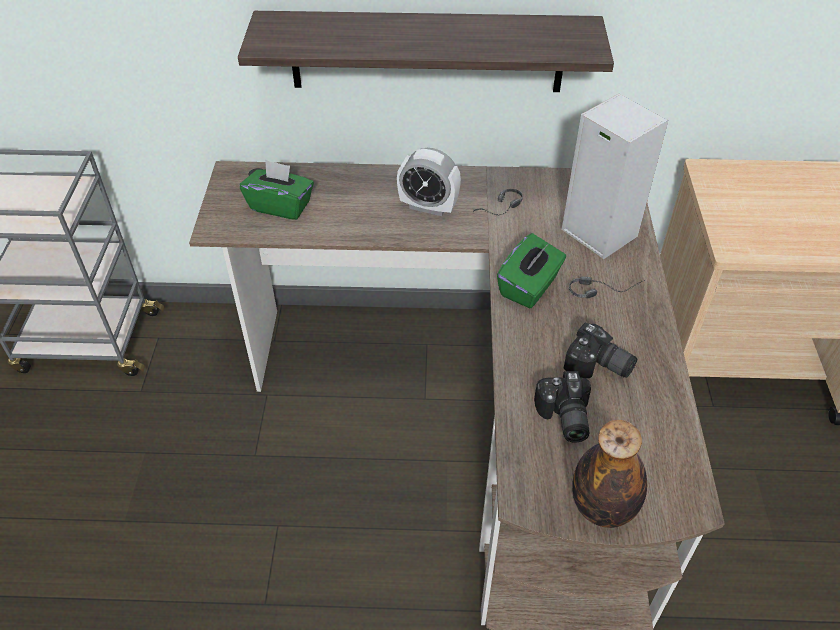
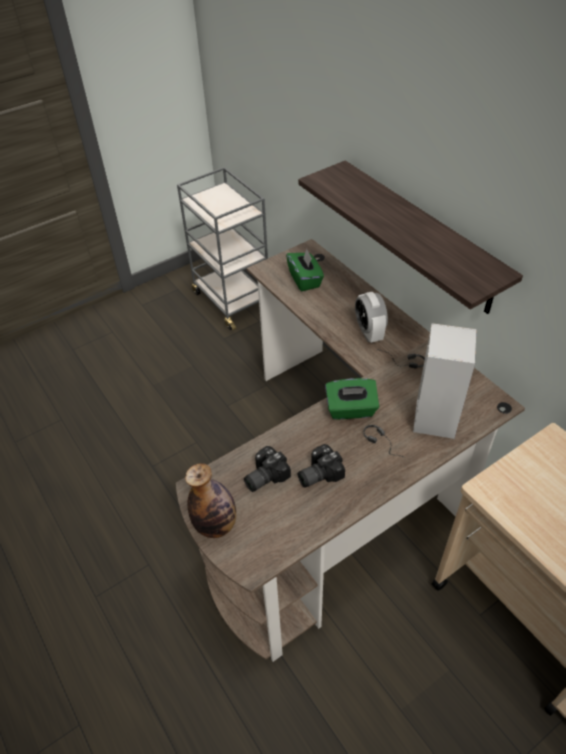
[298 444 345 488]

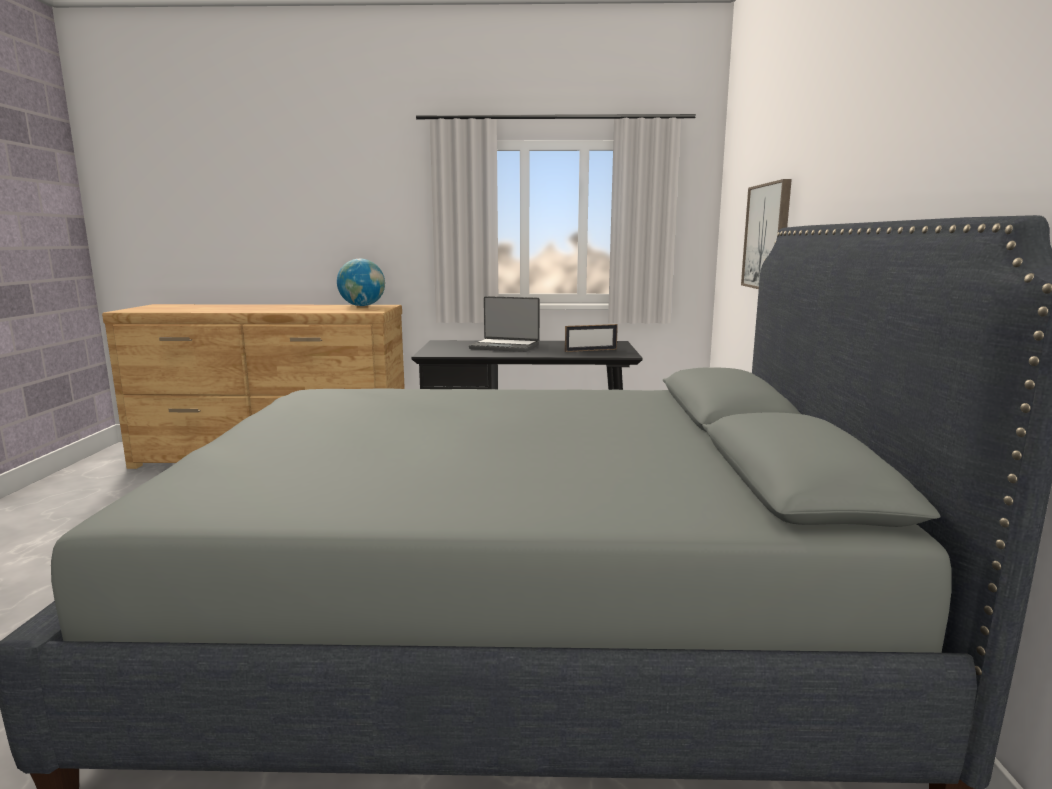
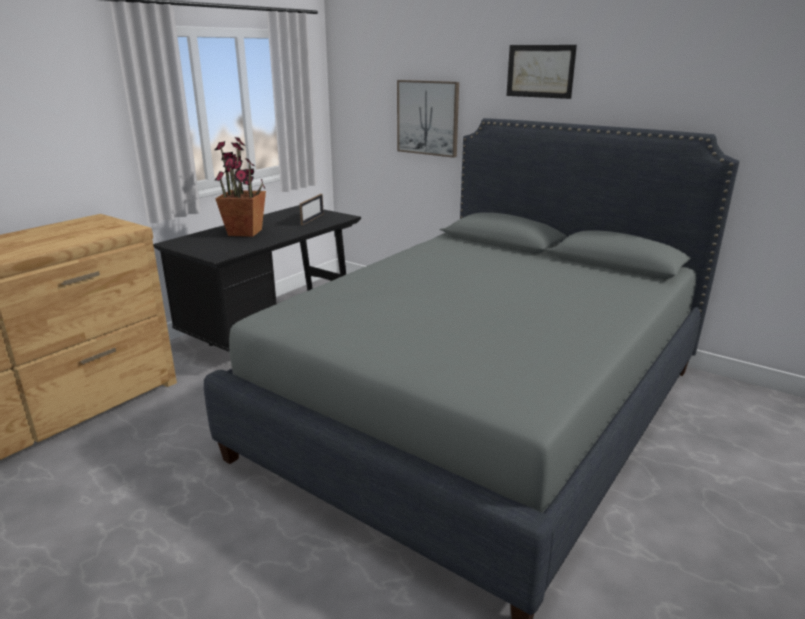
[337 259 385 306] (first image)
[506 45 577 99]
[215 137 266 237]

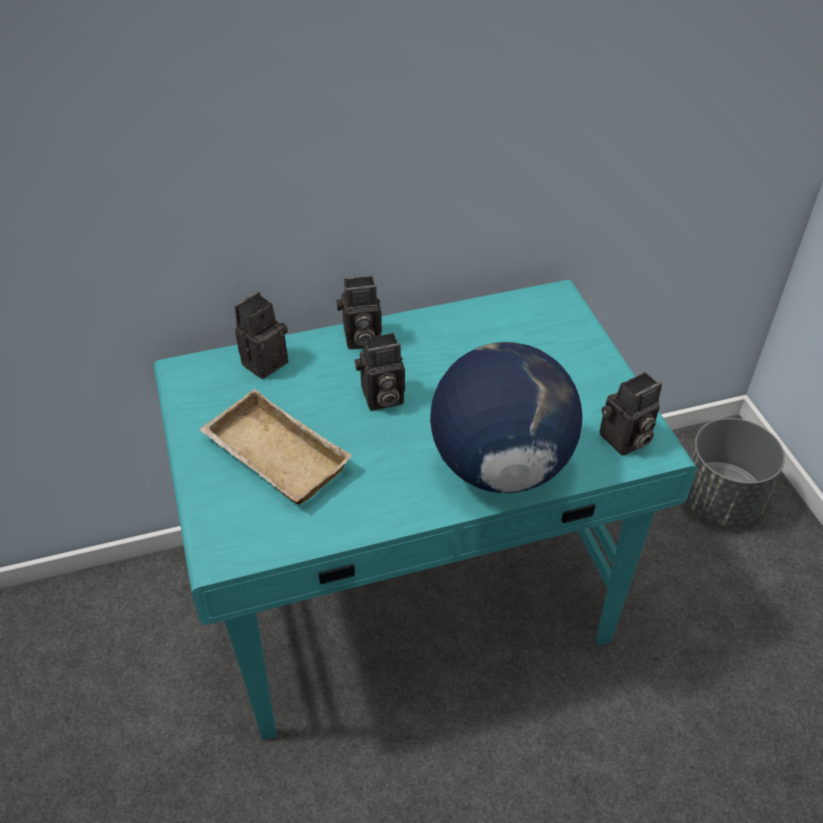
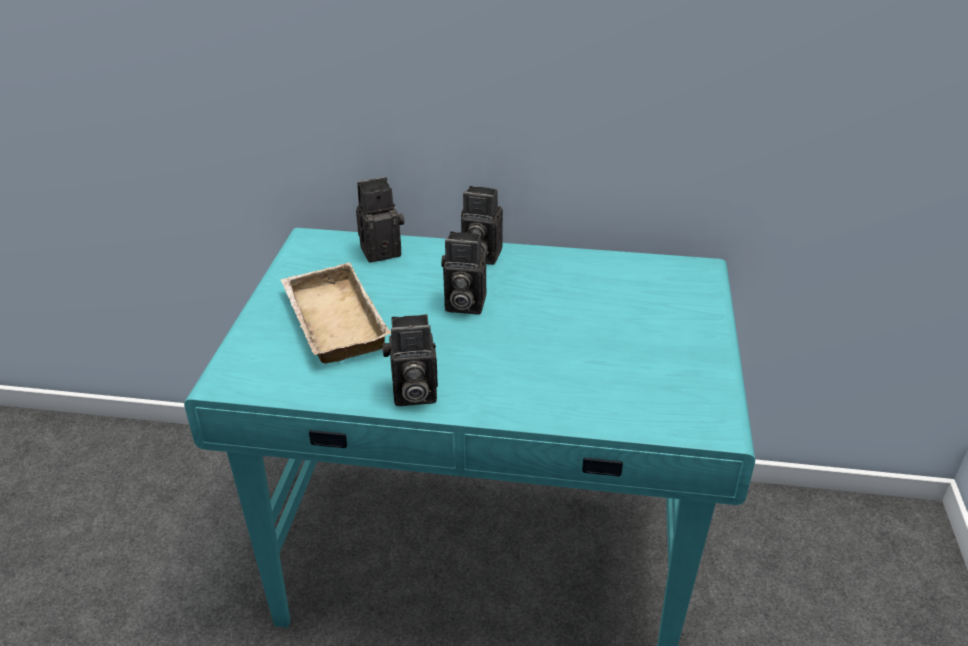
[430 342 582 493] (first image)
[685 418 785 527] (first image)
[382 314 438 406]

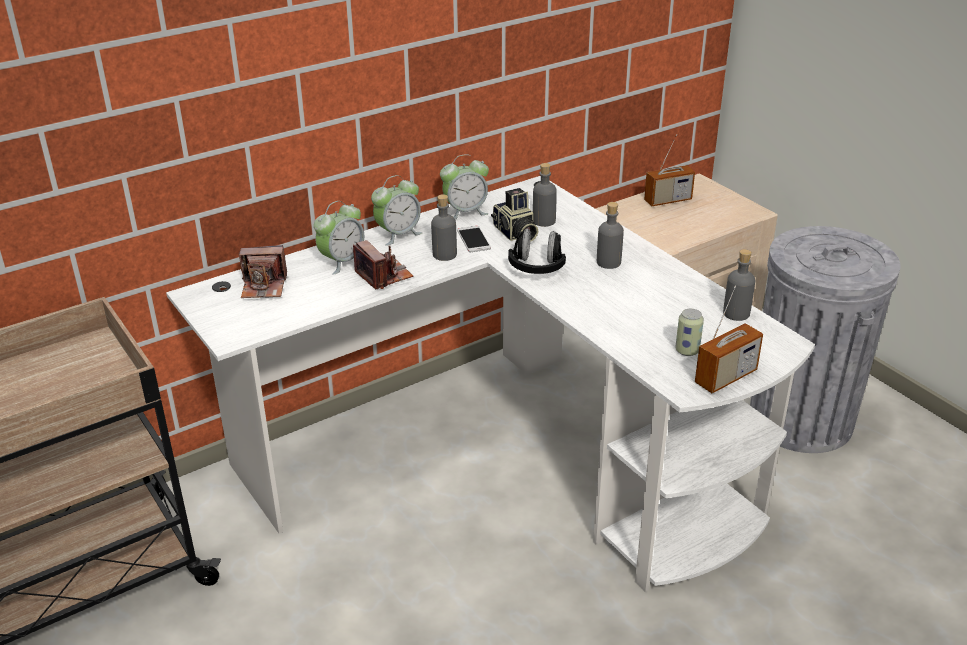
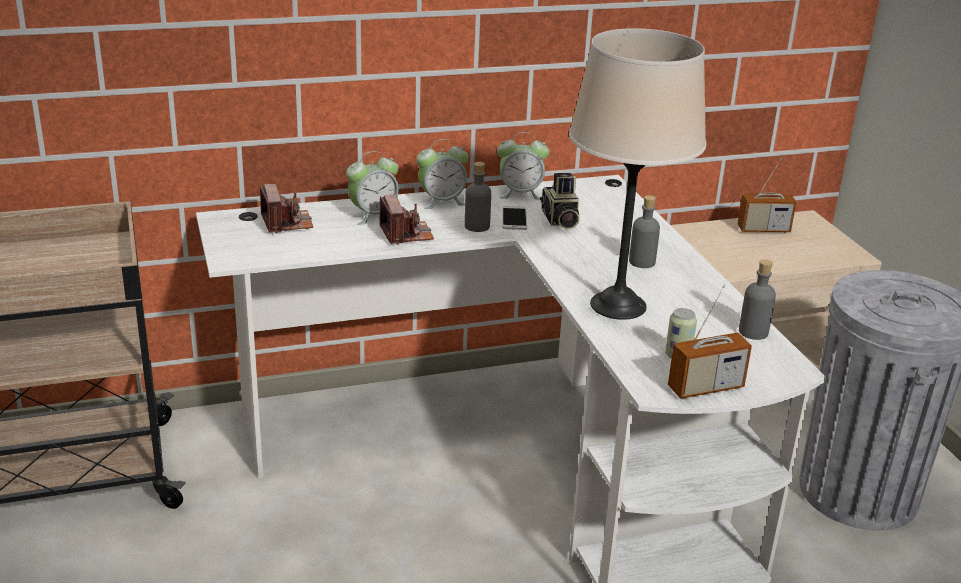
[508 229 566 274] (first image)
[533 163 557 227] (first image)
[569 28 706 320]
[260 184 313 233]

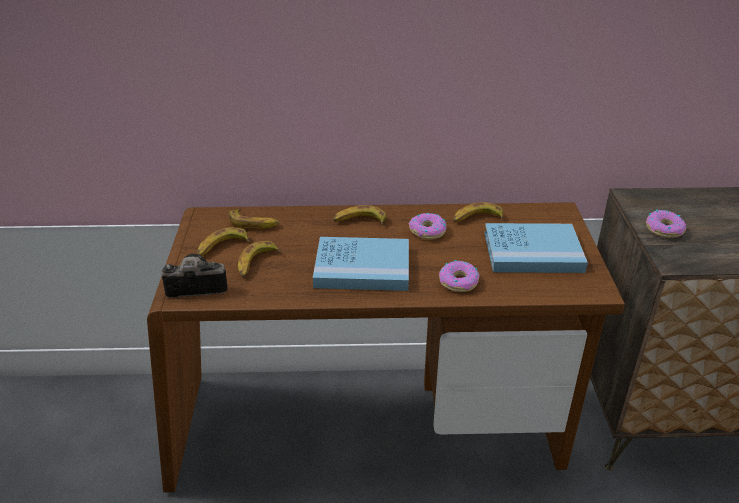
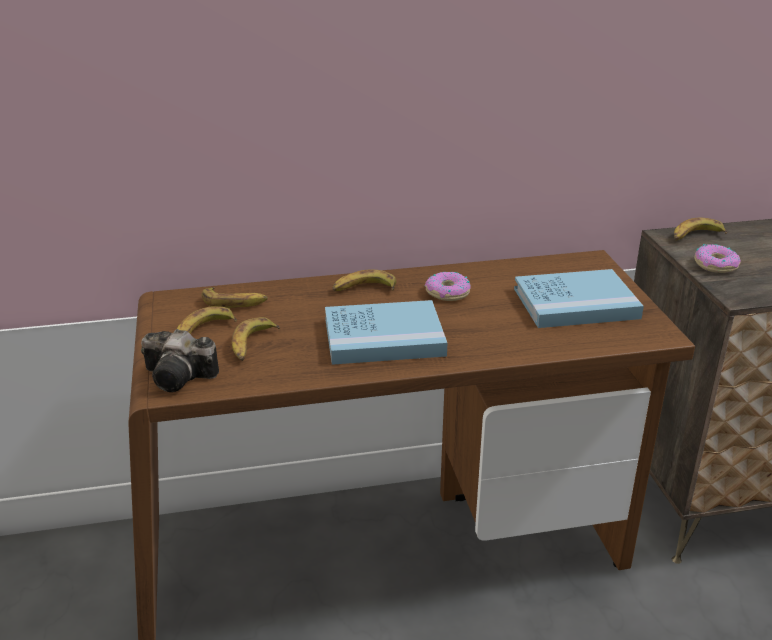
[439 260 480 292] (first image)
[674 218 727 241]
[141 329 219 392]

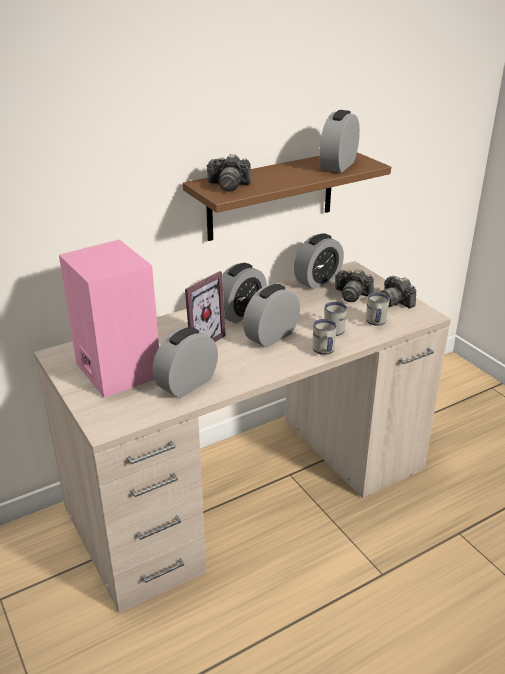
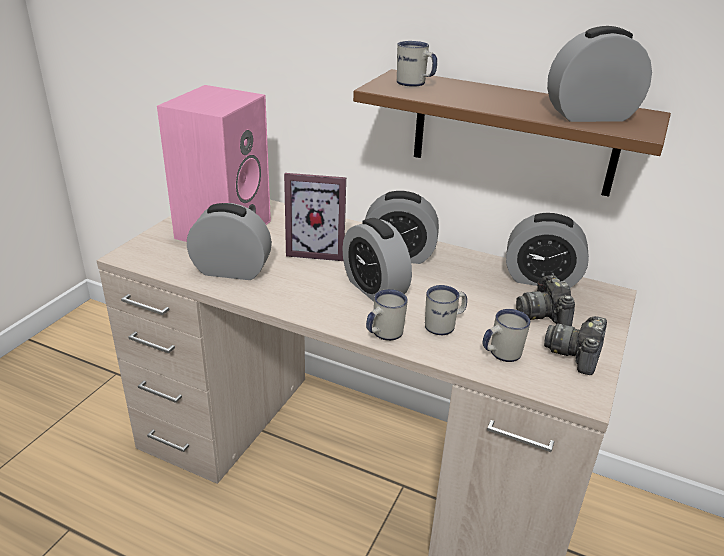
[397 41 437 87]
[342 218 412 302]

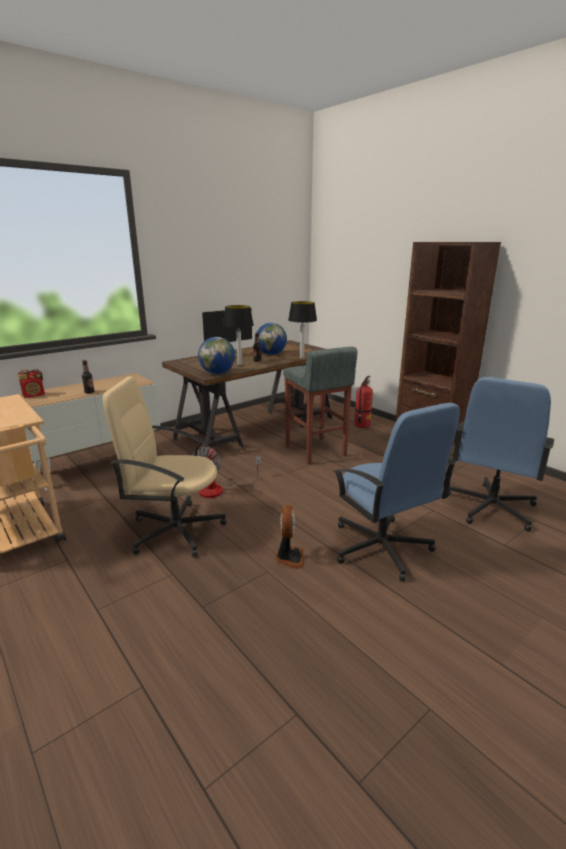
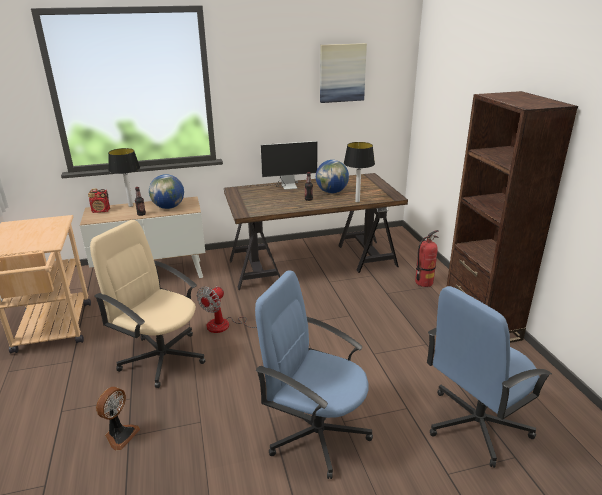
[283 347 357 465] (first image)
[320 43 367 103]
[149 174 184 209]
[108 148 140 207]
[96 387 140 451]
[255 270 373 479]

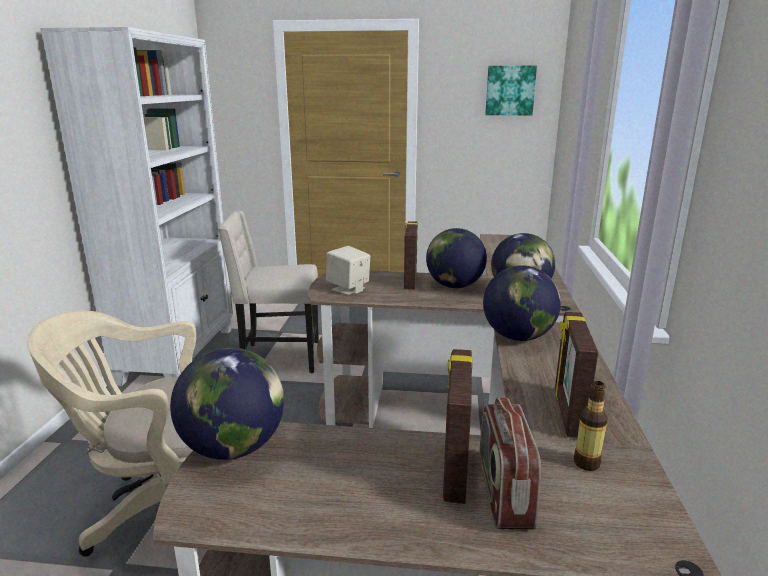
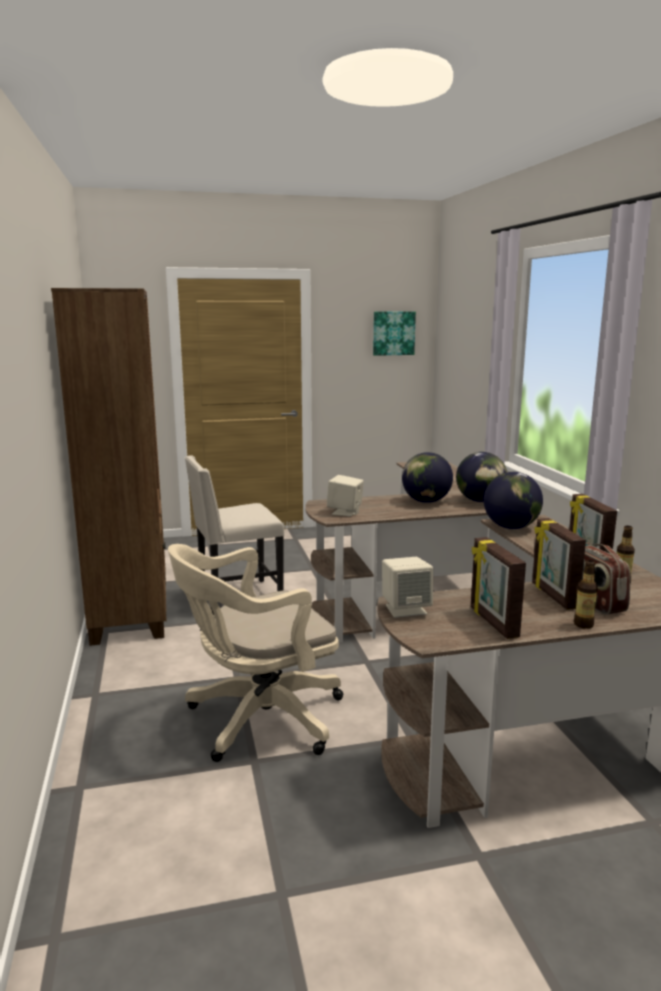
[574 560 598 629]
[471 537 526 639]
[382 557 433 618]
[51 288 166 646]

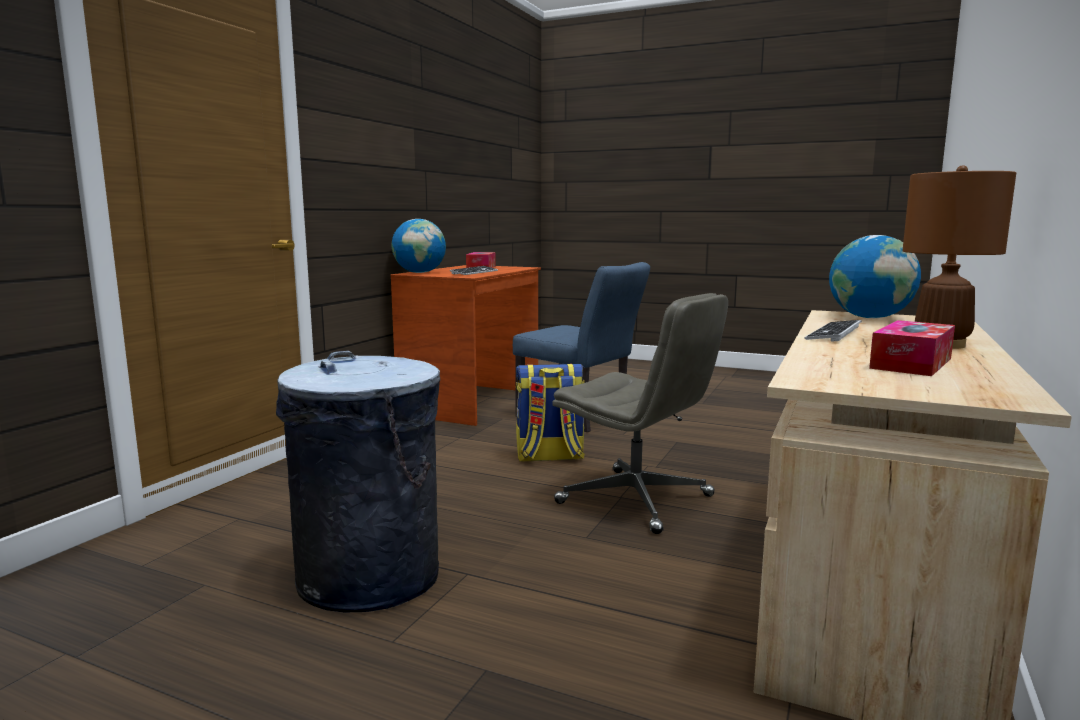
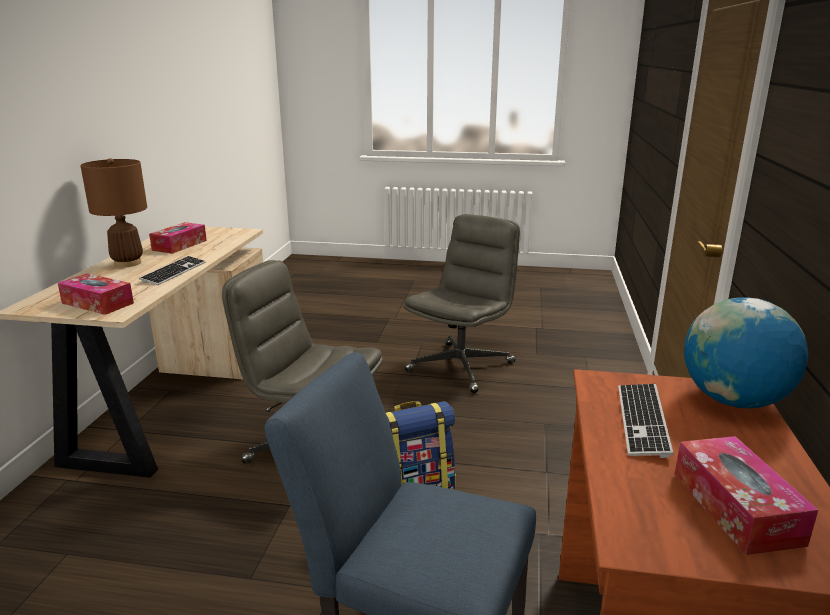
[404 214 520 393]
[58 273 134 315]

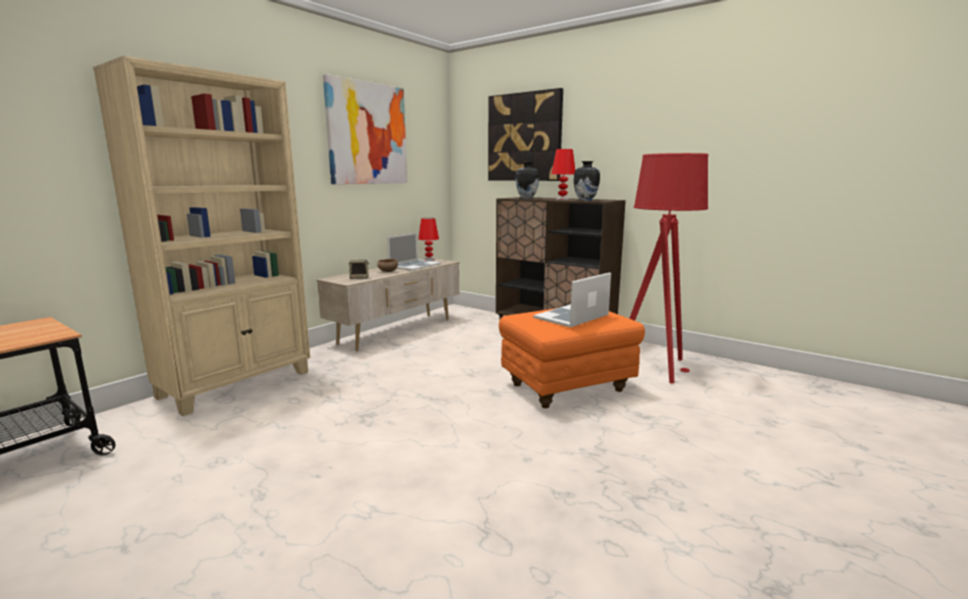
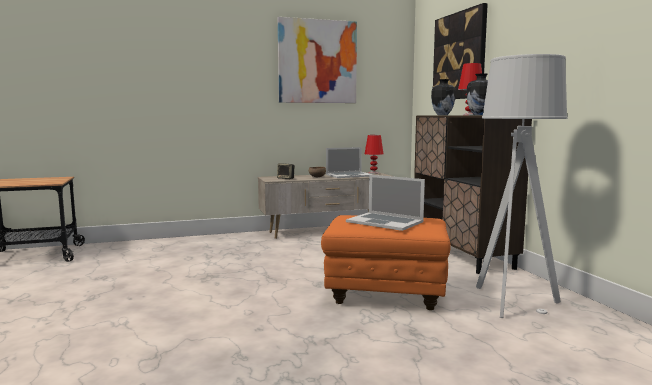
[93 56 310 416] (first image)
[476 54 568 318]
[346 175 425 231]

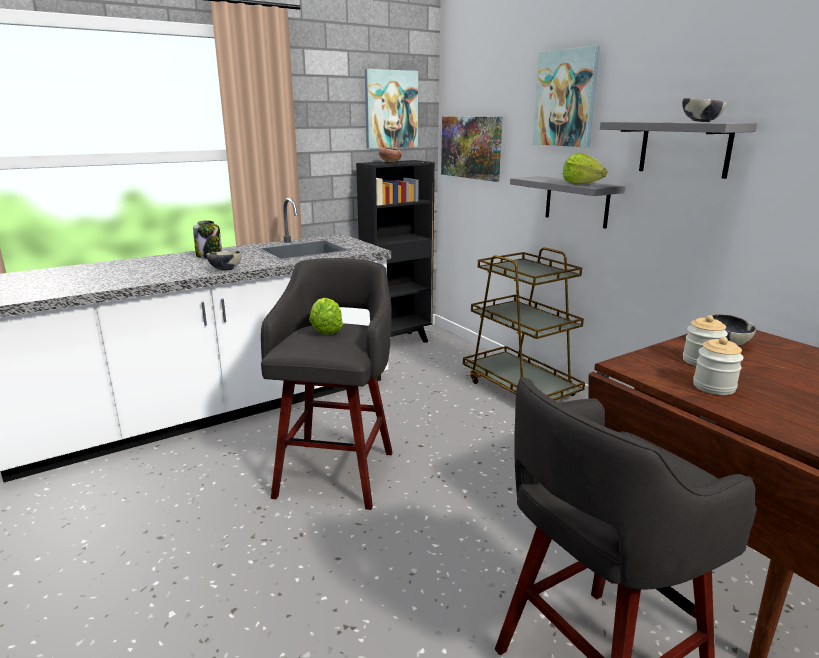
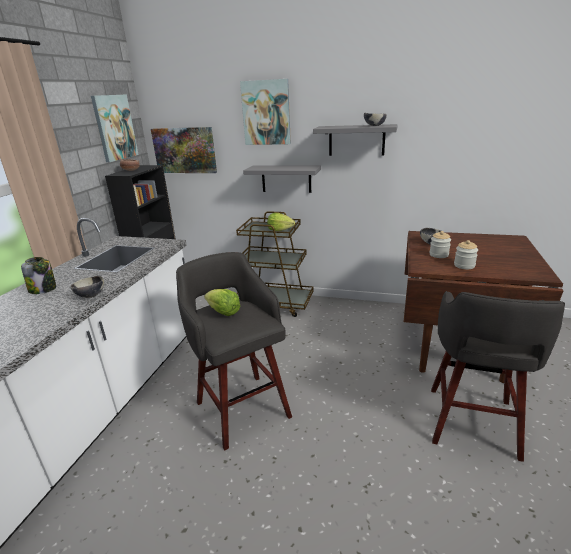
[267 213 295 231]

